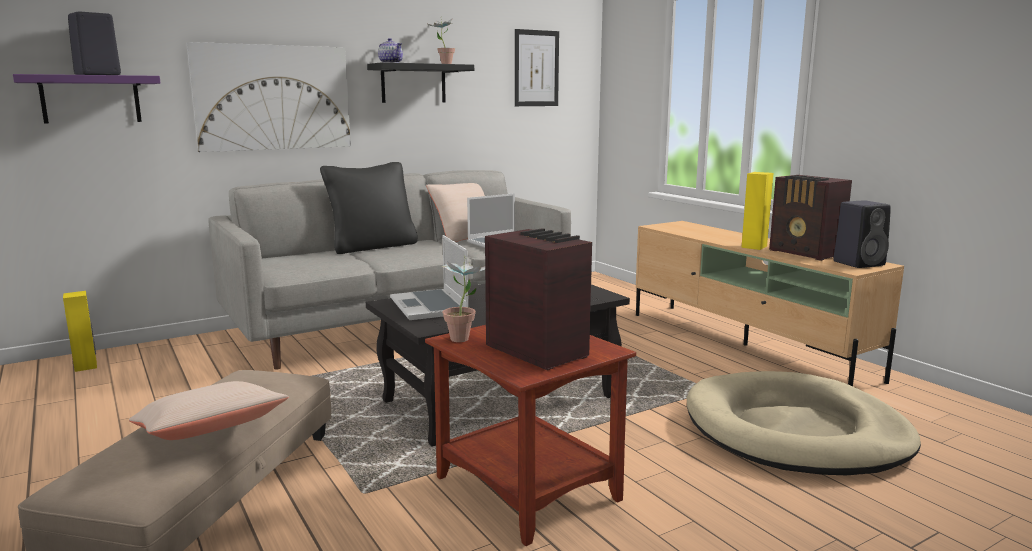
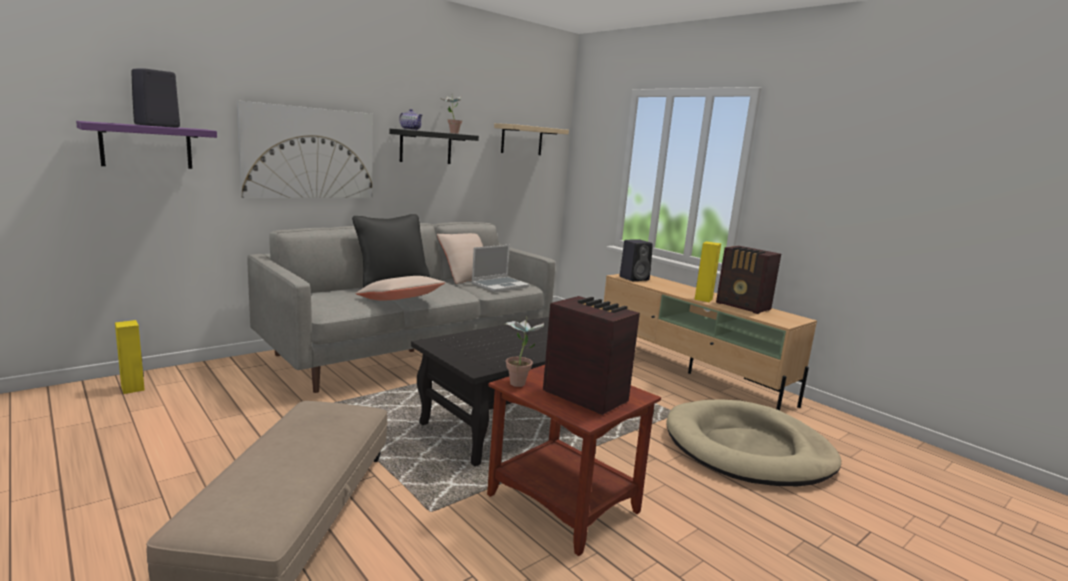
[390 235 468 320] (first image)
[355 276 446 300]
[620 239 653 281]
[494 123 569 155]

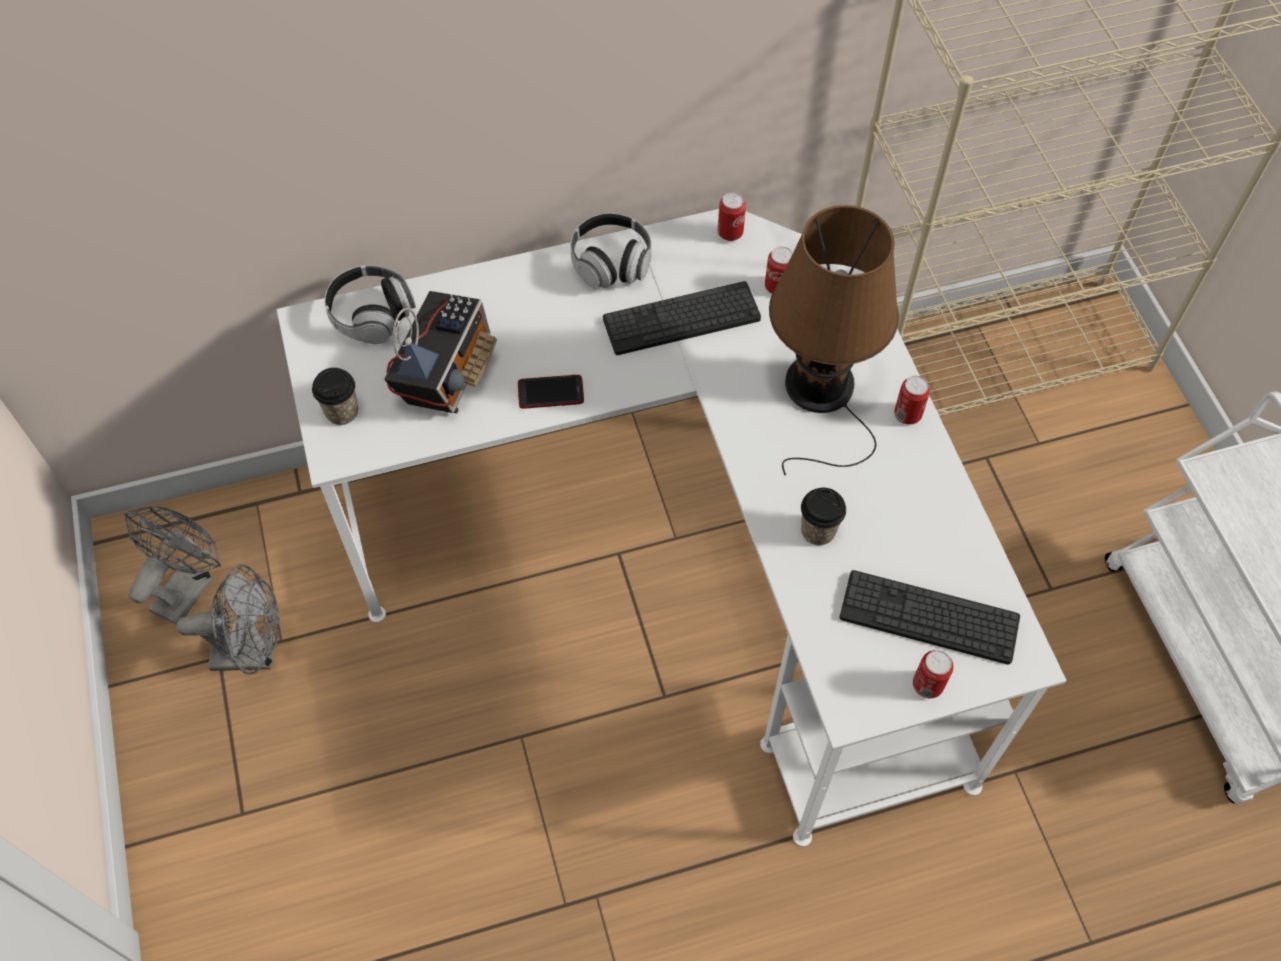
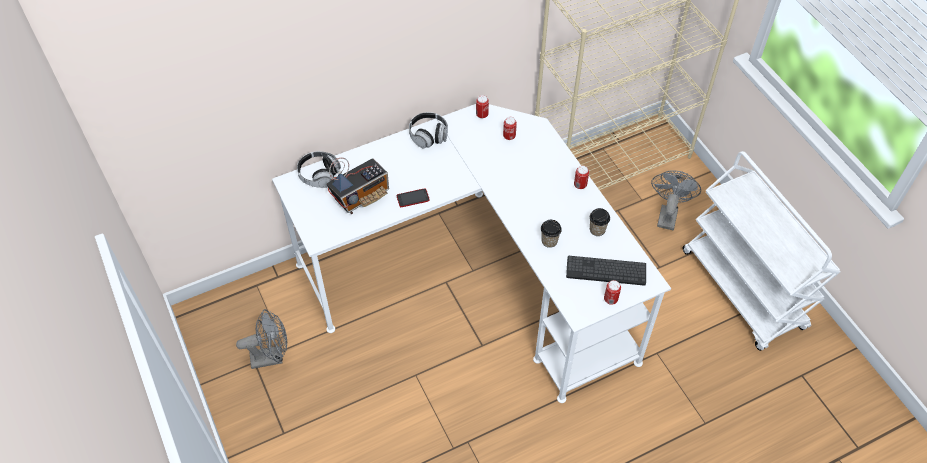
[603 281 761 355] (first image)
[769 205 899 475] (first image)
[651 170 701 230]
[590 208 610 236]
[327 158 389 214]

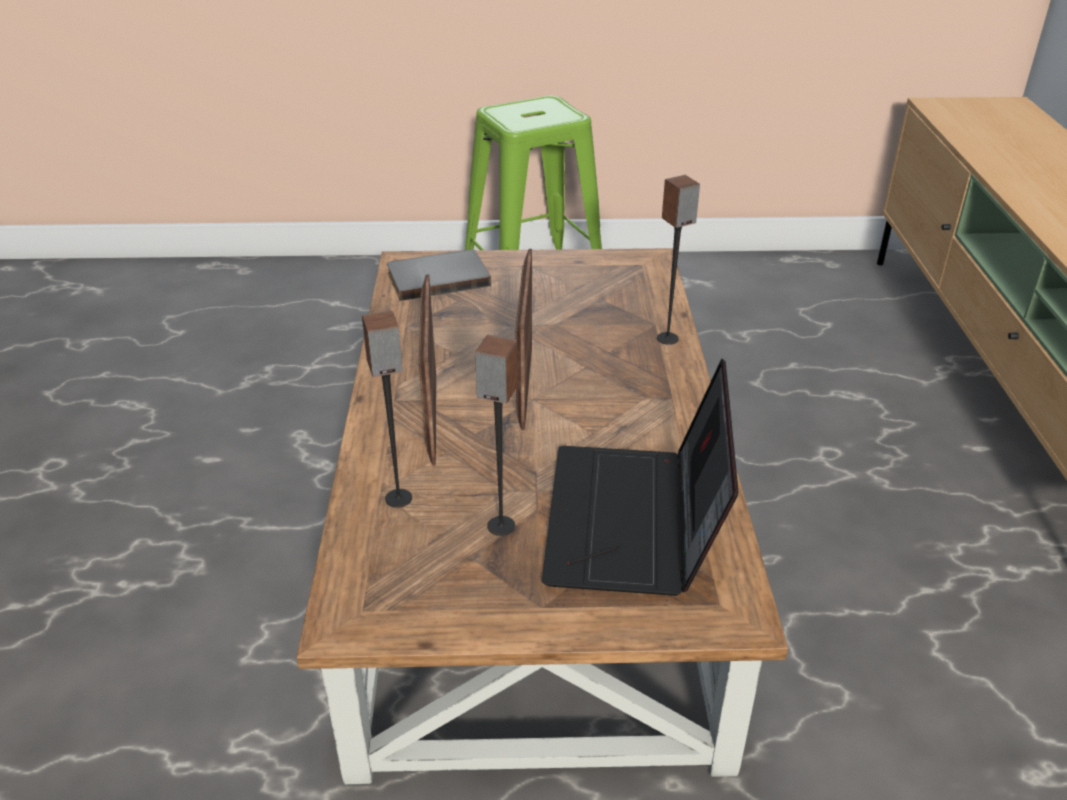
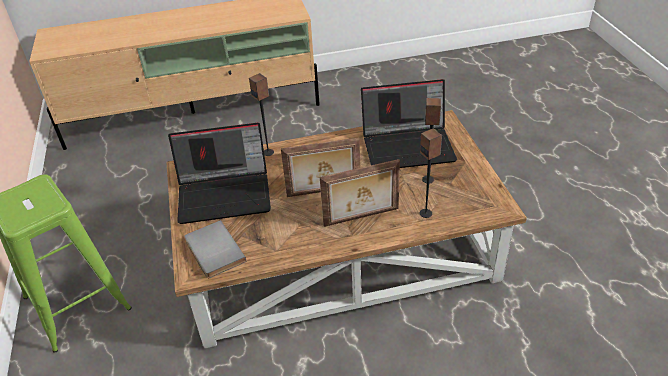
[168 123 271 224]

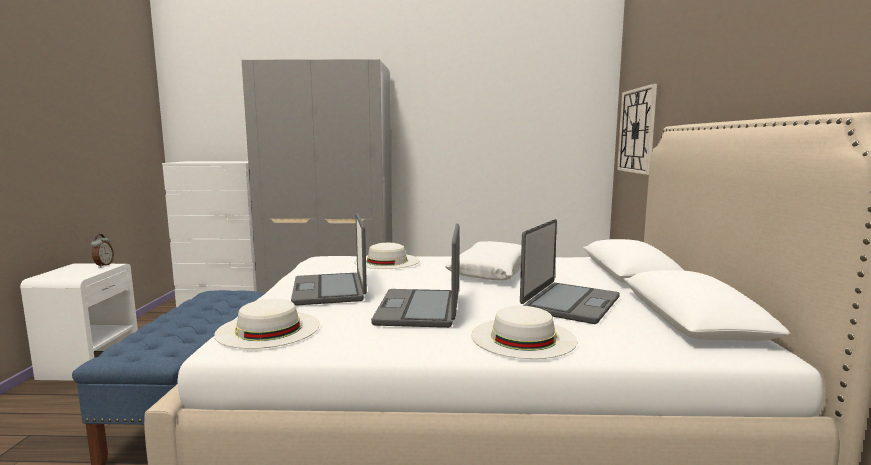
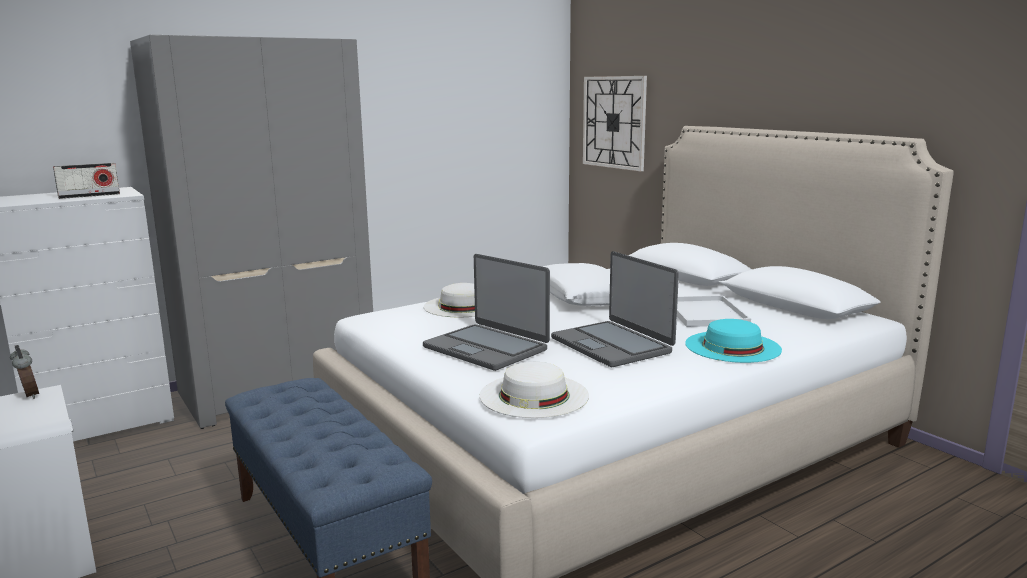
[53 163 120 199]
[677 295 751 327]
[685 319 782 363]

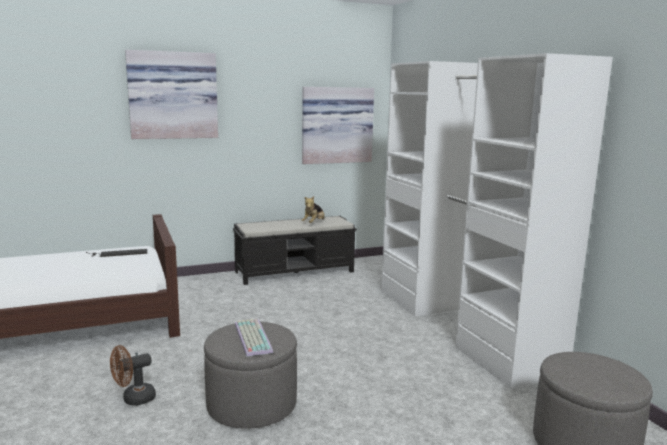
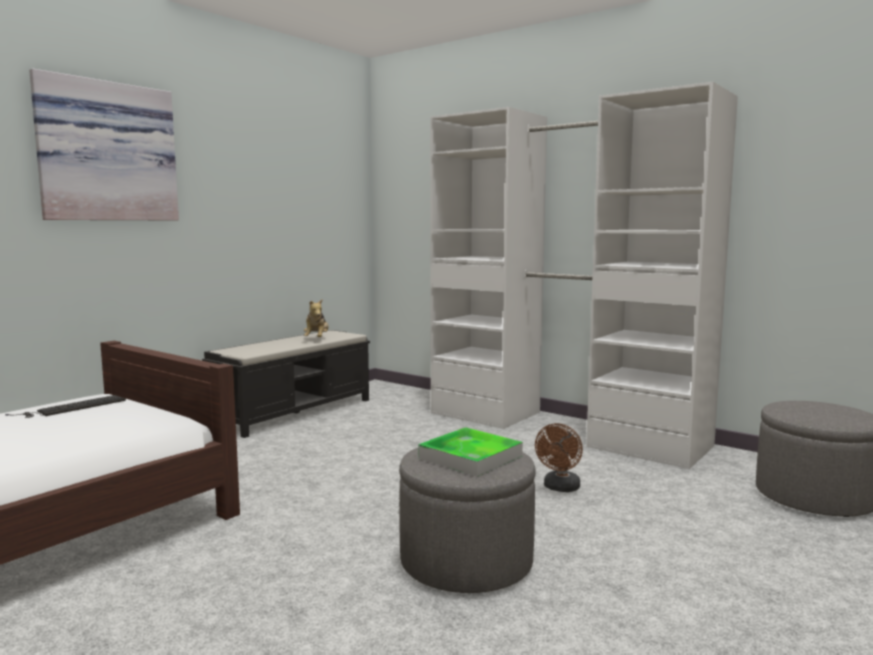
[302 87 374 164] (first image)
[535 423 583 492]
[419 427 523 477]

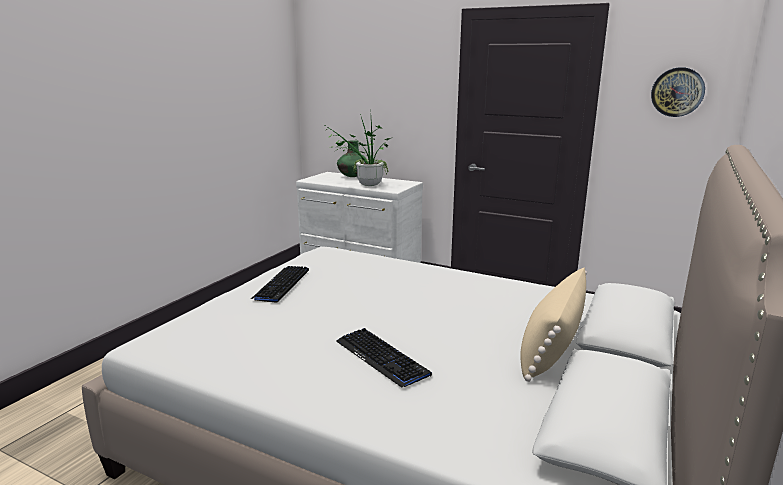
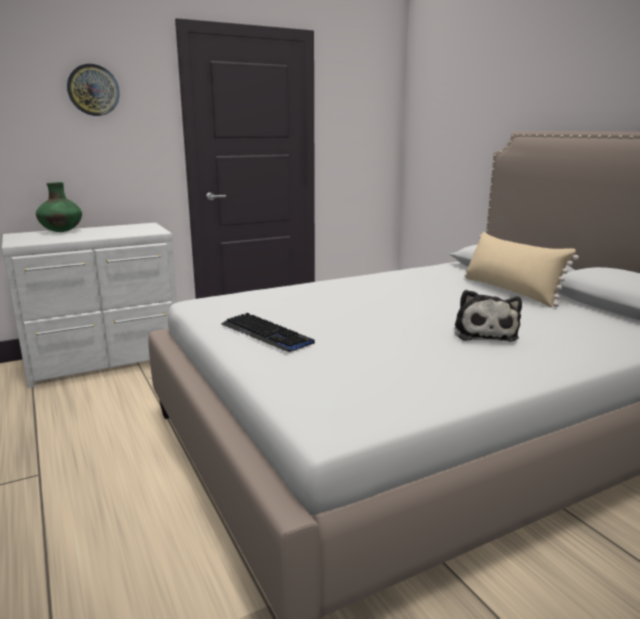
[323 114 391 186] (first image)
[67 64 120 116]
[455 290 522 342]

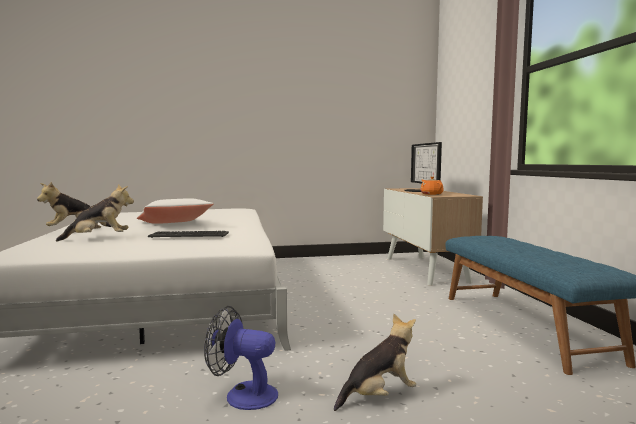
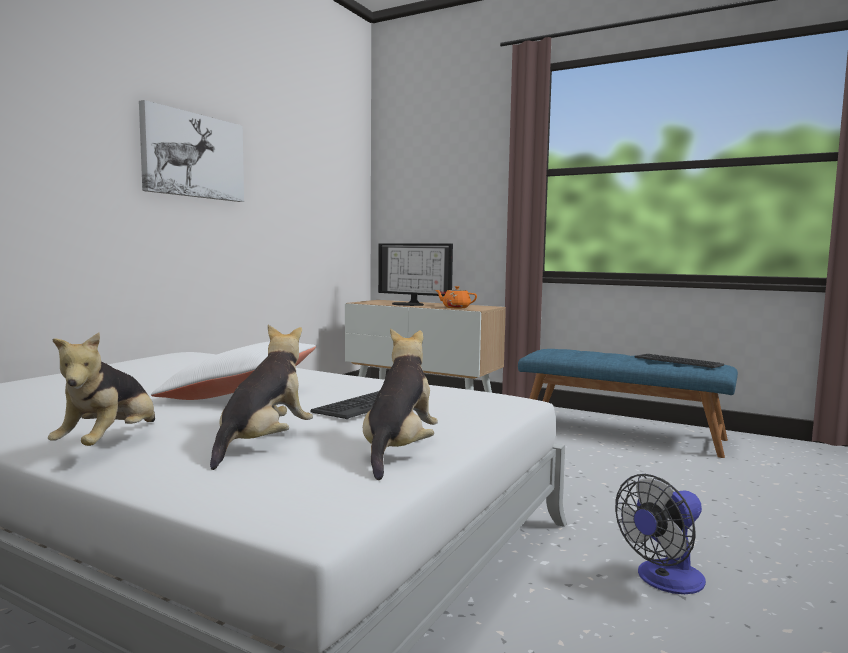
[139 100 244 202]
[635 354 724 368]
[363 328 438 480]

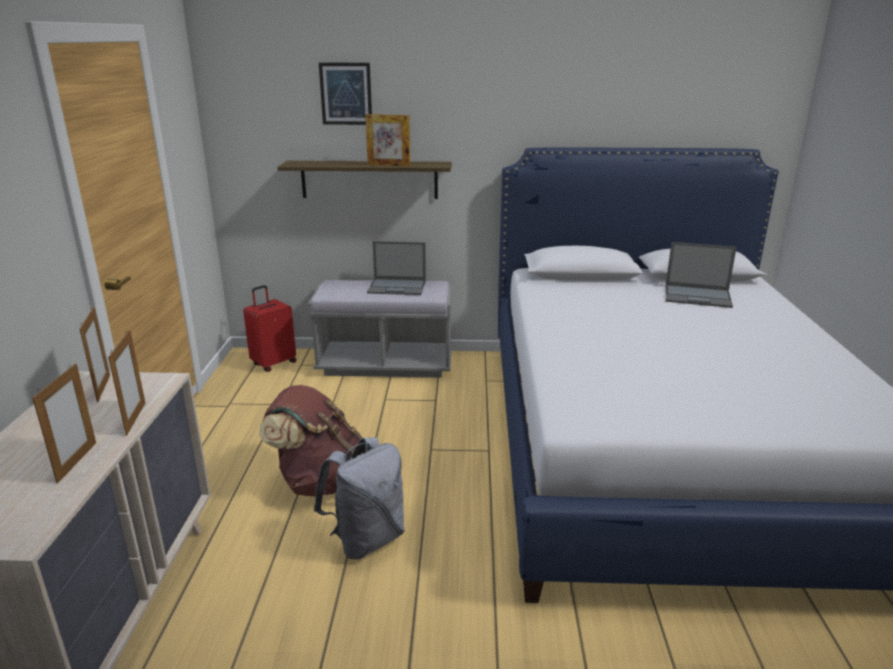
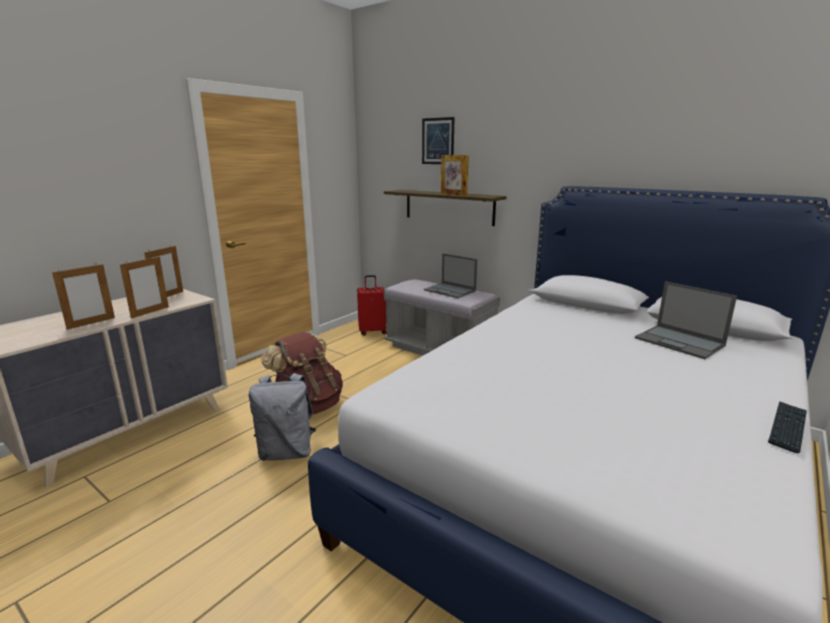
[768 401 807 453]

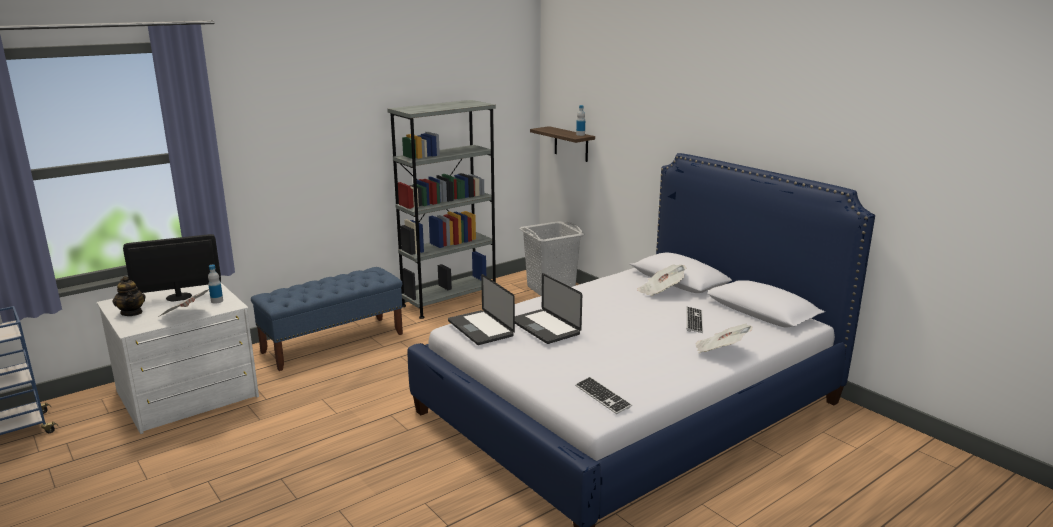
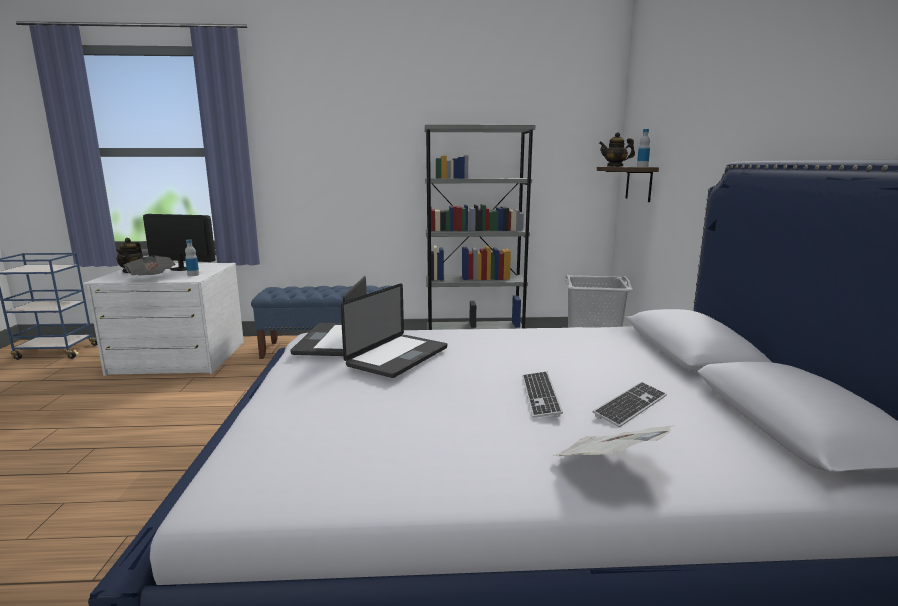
[637 264 687 296] (first image)
[599 132 635 167]
[522 372 563 418]
[341 283 447 378]

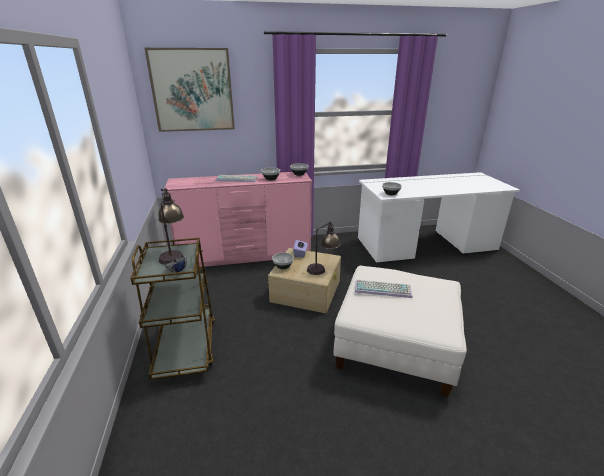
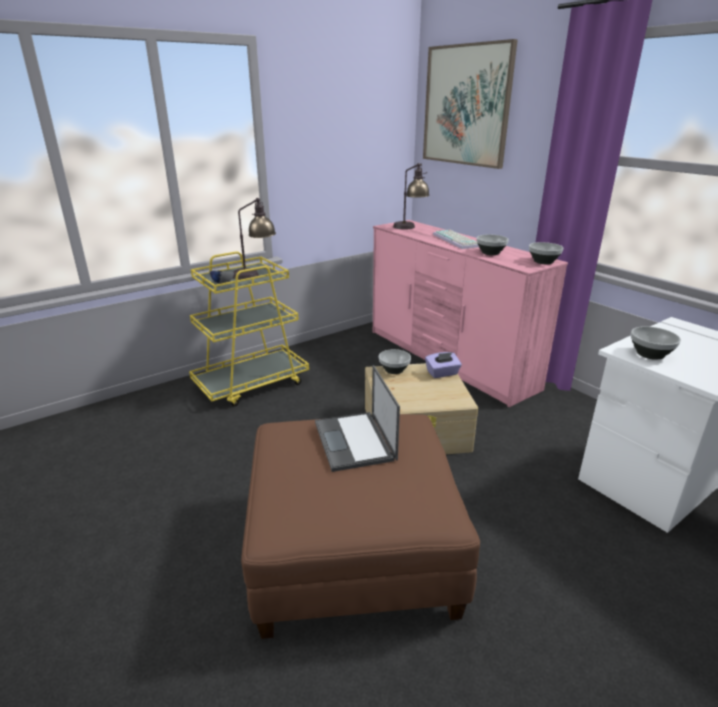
[393 163 430 229]
[315 365 400 472]
[189 251 309 407]
[241 414 480 639]

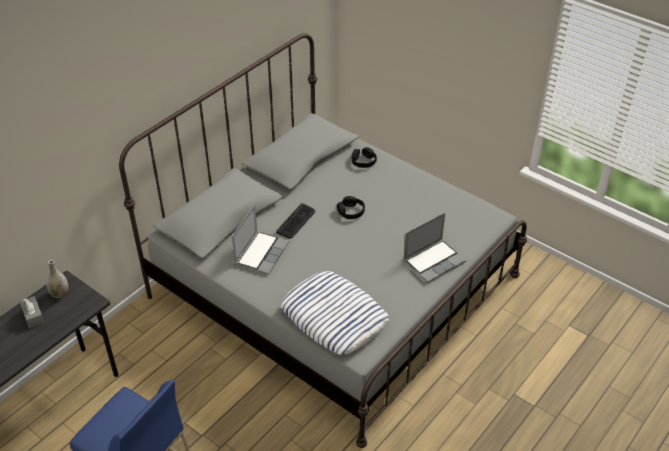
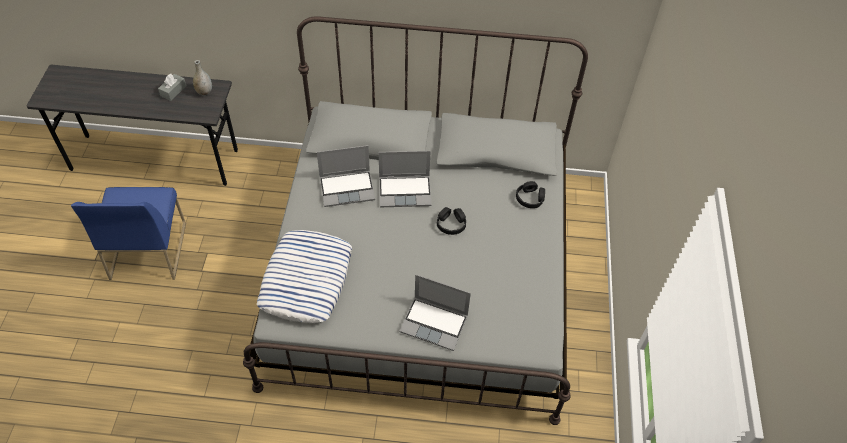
[378 151 432 207]

